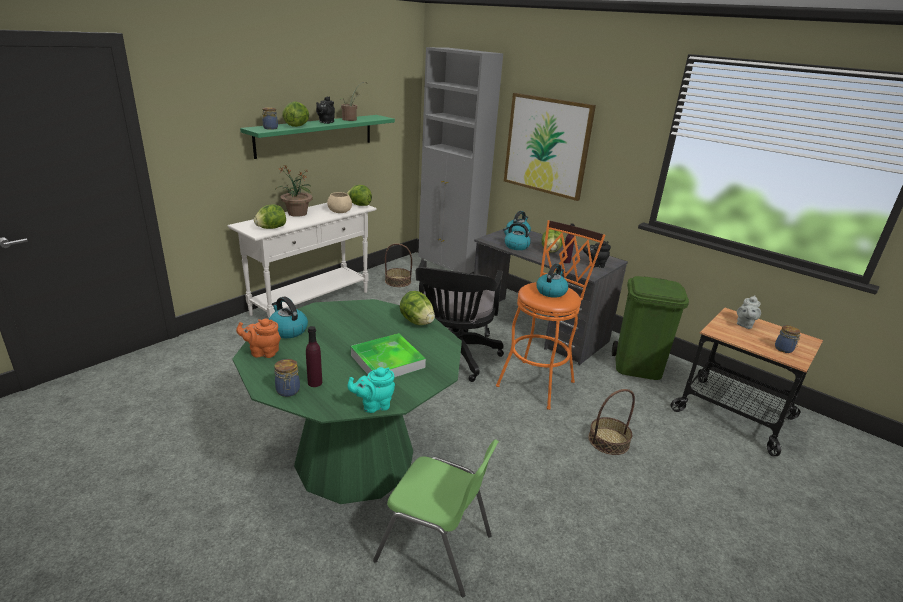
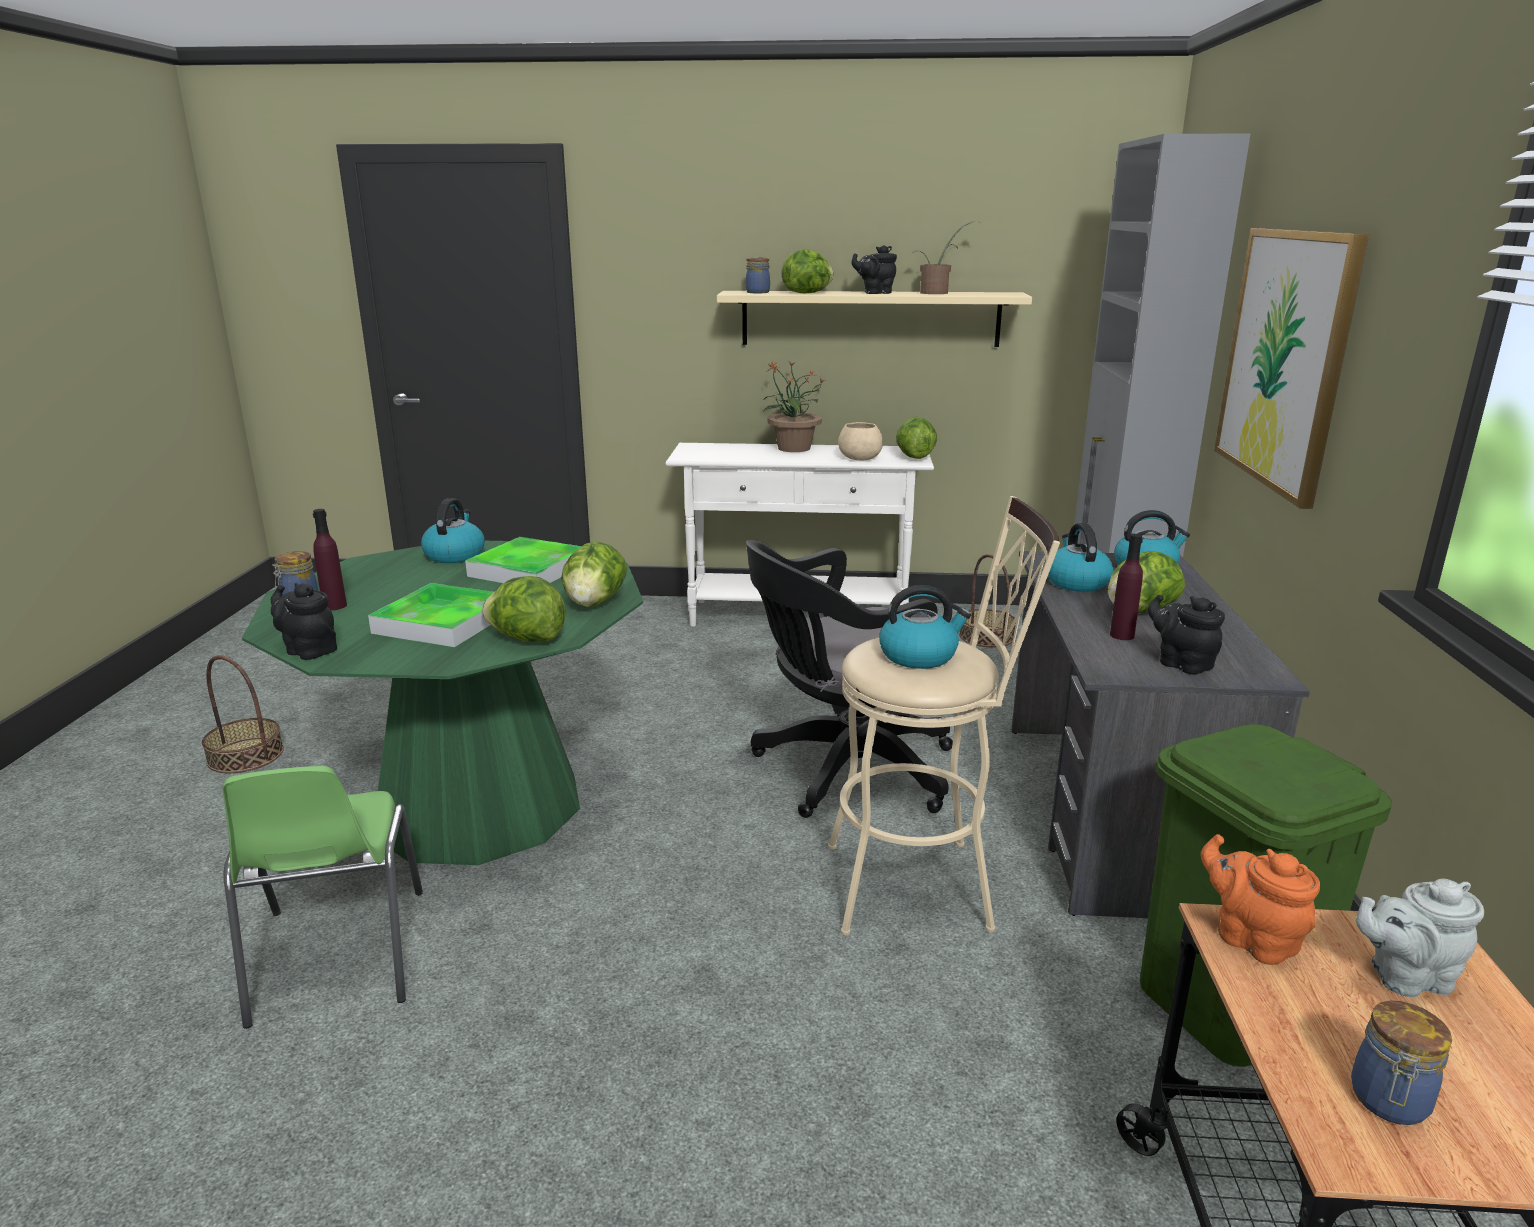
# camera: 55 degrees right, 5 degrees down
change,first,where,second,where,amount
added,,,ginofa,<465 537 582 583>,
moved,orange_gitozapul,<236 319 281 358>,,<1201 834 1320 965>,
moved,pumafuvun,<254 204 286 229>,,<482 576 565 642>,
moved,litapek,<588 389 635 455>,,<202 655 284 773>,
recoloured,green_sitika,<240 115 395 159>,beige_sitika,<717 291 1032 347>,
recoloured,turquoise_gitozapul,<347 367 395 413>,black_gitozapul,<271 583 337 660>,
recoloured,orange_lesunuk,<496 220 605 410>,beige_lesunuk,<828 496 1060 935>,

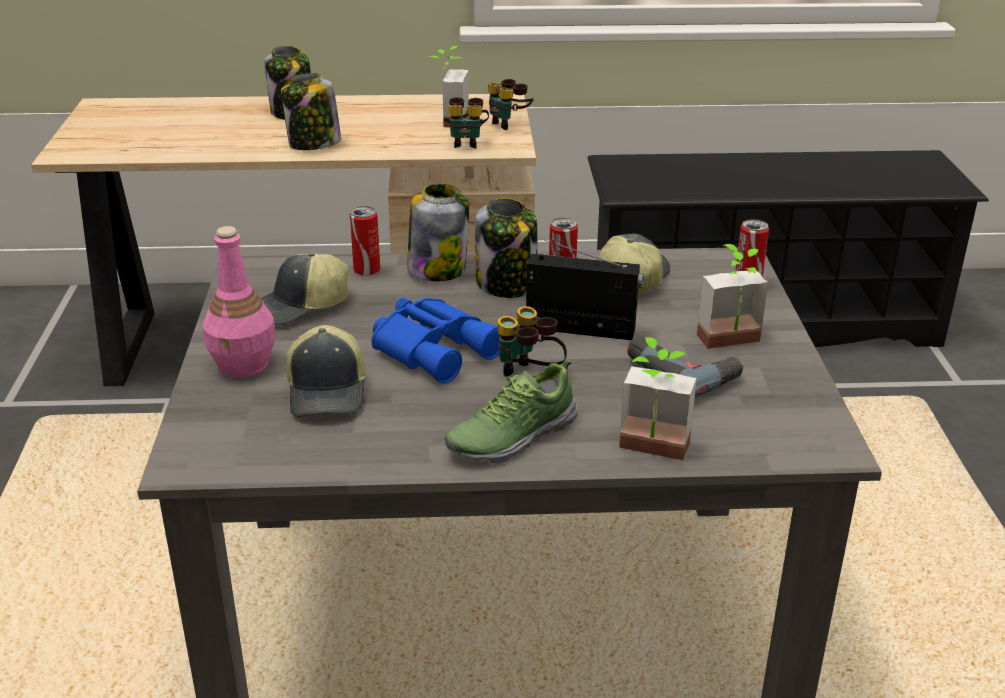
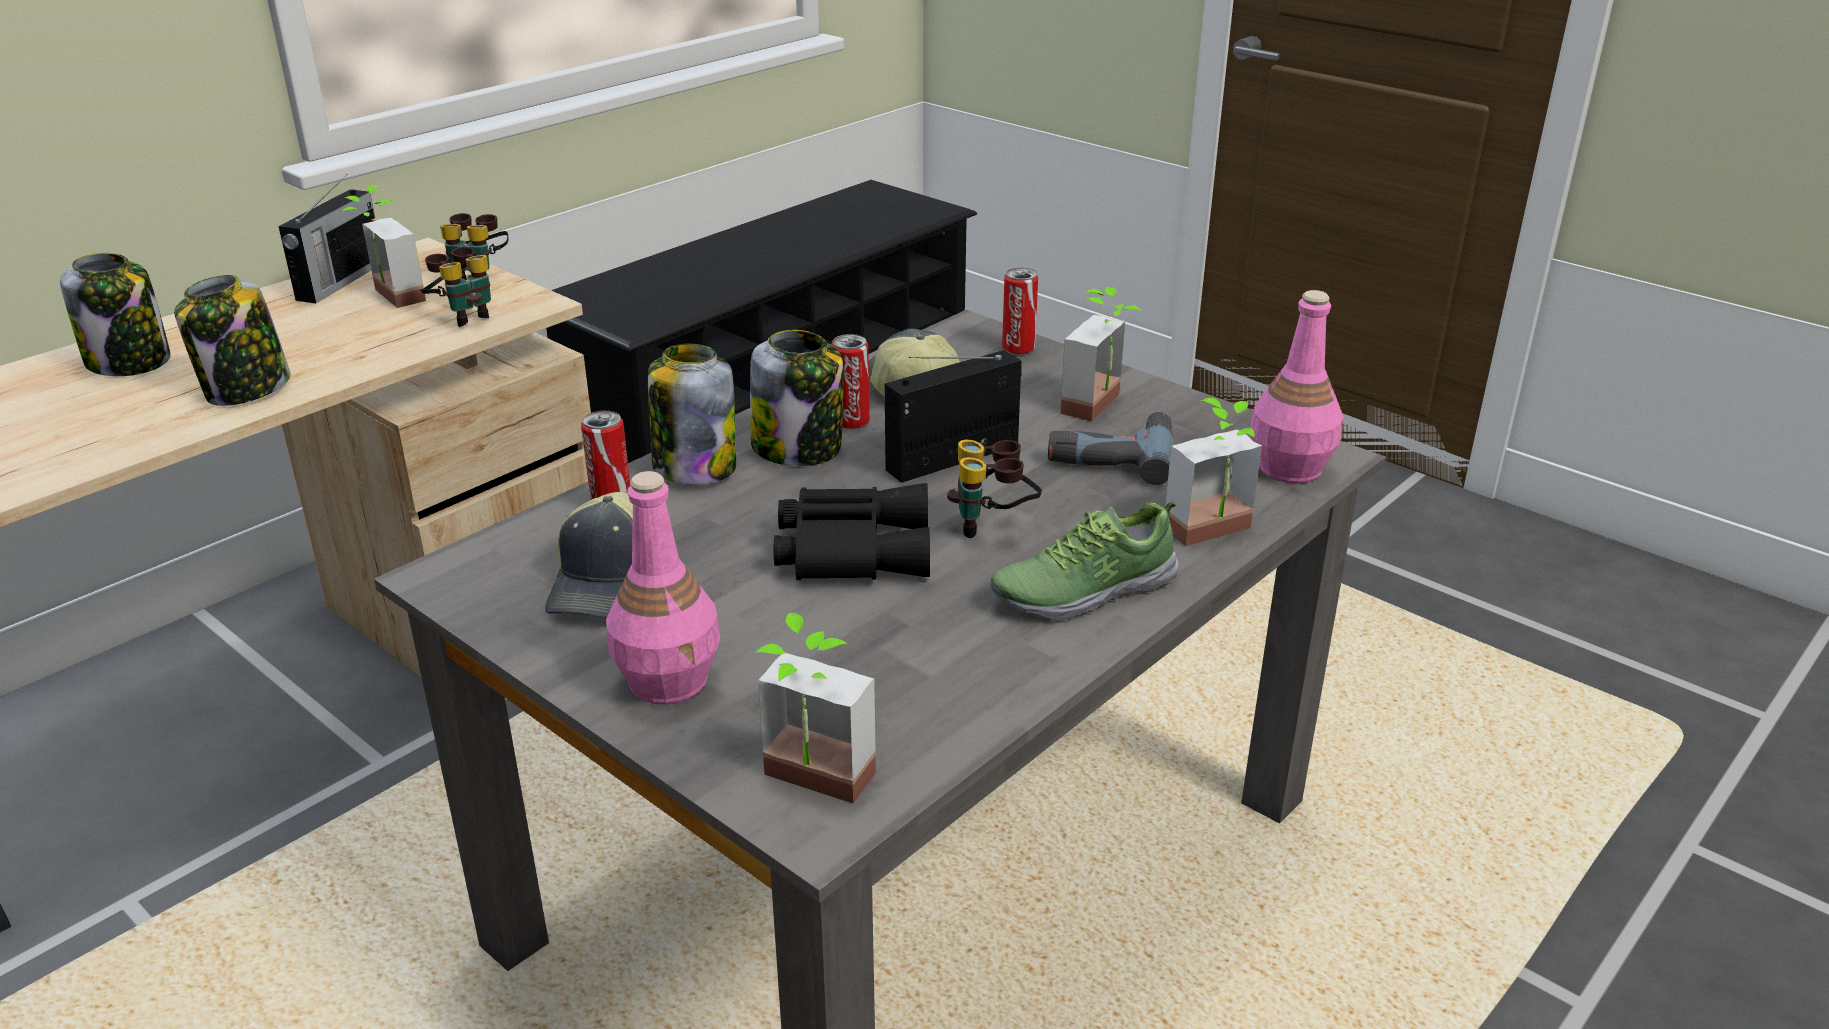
# camera: 45 degrees left, 0 degrees up
change,first,where,second,where,amount
removed,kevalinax,<287 325 366 417>,,,
added,,,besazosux,<278 174 375 303>,
added,,,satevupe,<755 613 876 803>,
added,,,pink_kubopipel,<1250 290 1344 484>,
recoloured,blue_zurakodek,<372 298 500 383>,black_zurakodek,<774 483 930 580>,
turned,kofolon,<445 360 578 463>,,<990 501 1179 620>,60 degrees clockwise

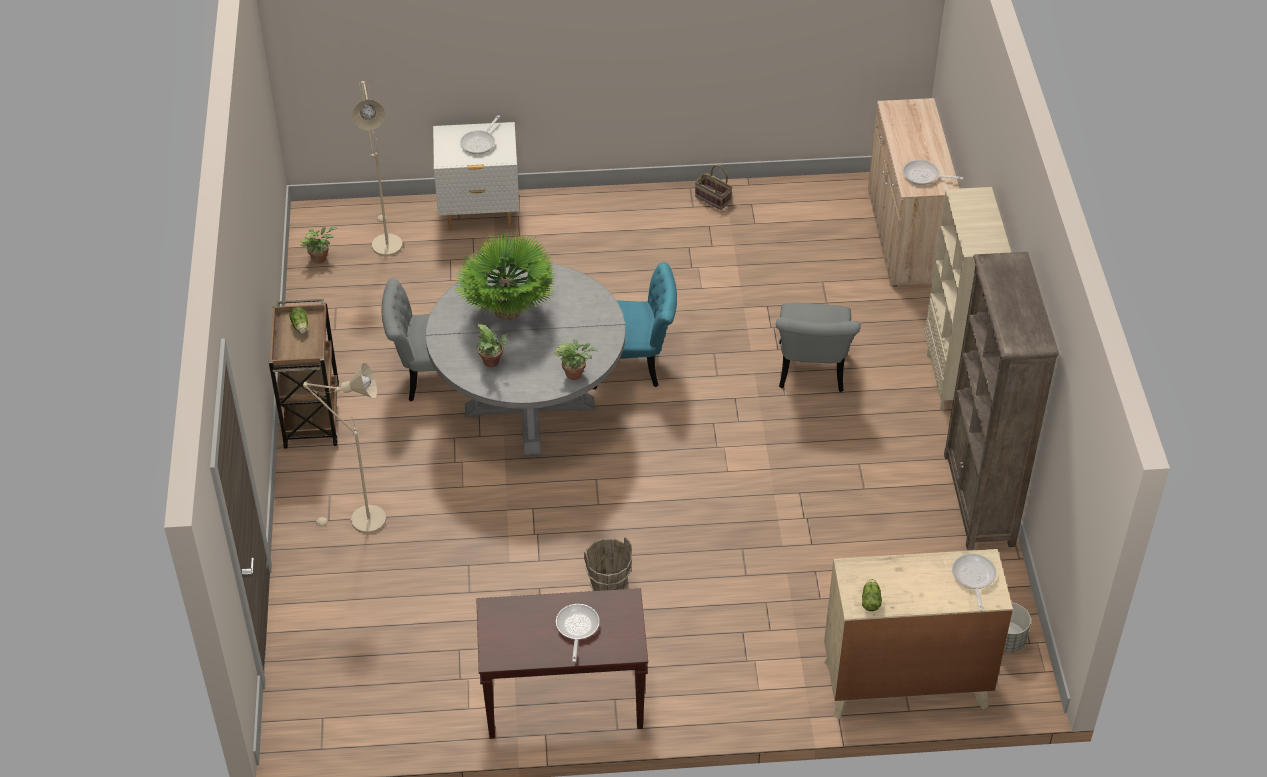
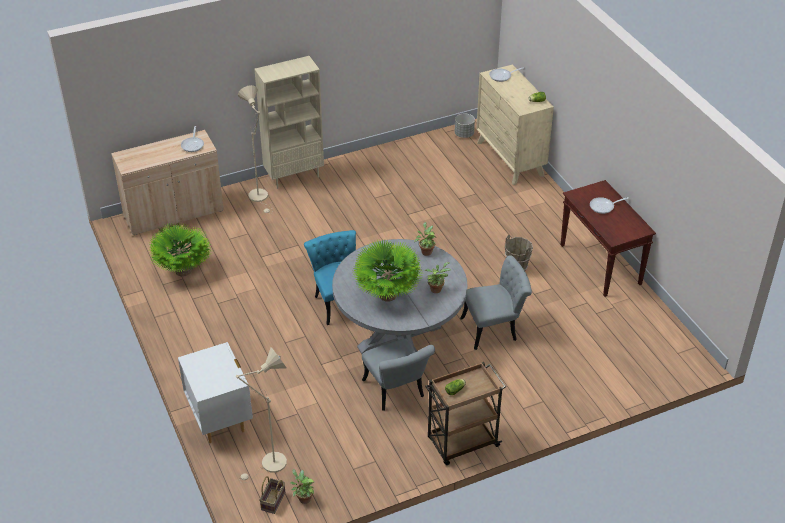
# camera: 110 degrees left, 5 degrees down
change,first,where,second,where,amount
removed,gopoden,<460 115 500 154>,,,
removed,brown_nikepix,<944 252 1059 550>,,,
added,,,satevupe,<148 223 211 277>,
moved,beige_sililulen,<303 363 386 533>,,<238 85 273 214>,
moved,litapek,<695 165 732 210>,,<259 476 285 514>,
moved,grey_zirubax,<776 303 861 392>,,<460 255 532 350>,

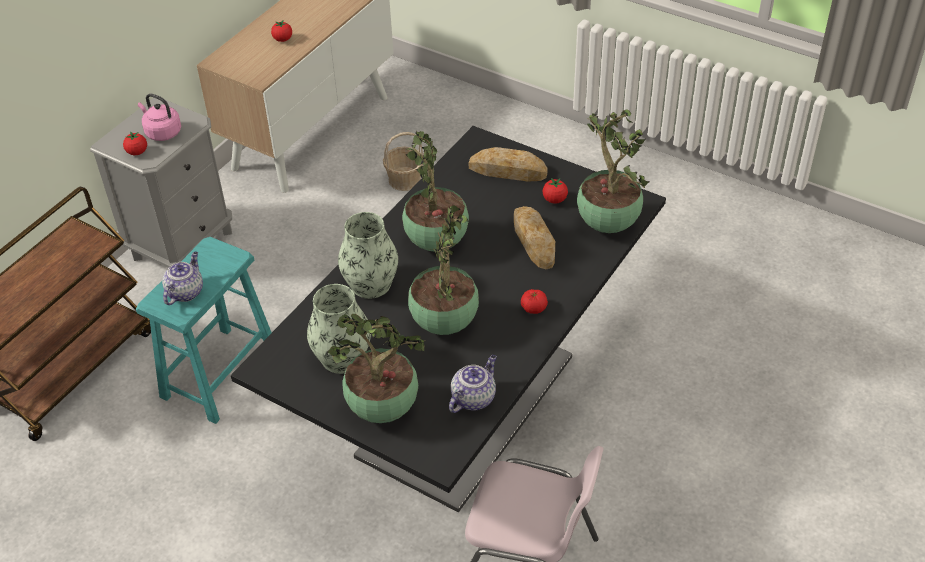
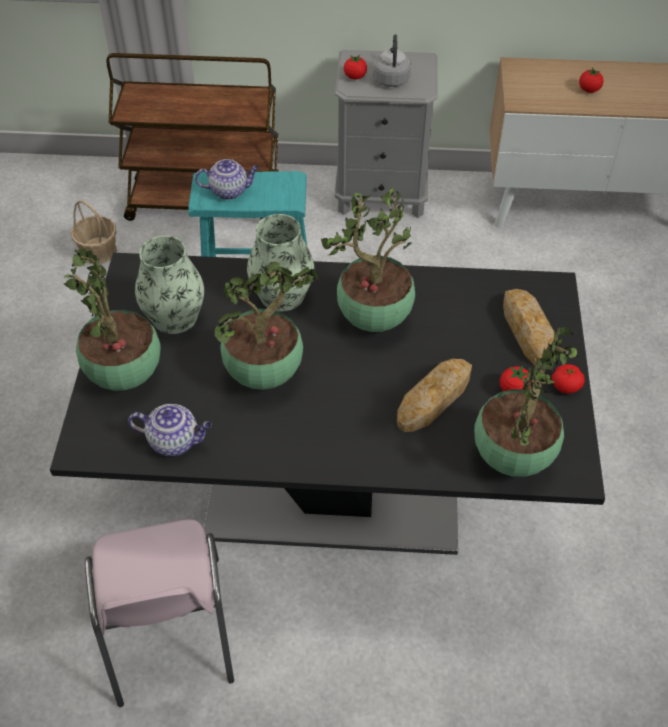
# camera: 60 degrees right, 5 degrees up
change,first,where,second,where,amount
moved,litapek,<383 132 423 191>,,<71 200 117 264>,
moved,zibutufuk,<521 289 548 314>,,<552 364 585 394>,
recoloured,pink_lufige,<138 94 181 141>,grey_lufige,<373 34 411 87>,

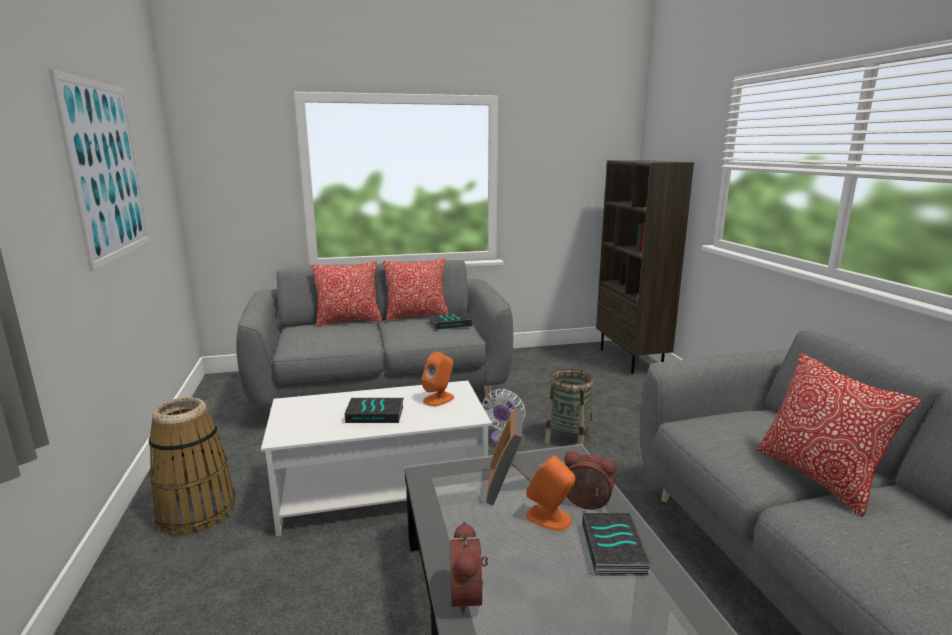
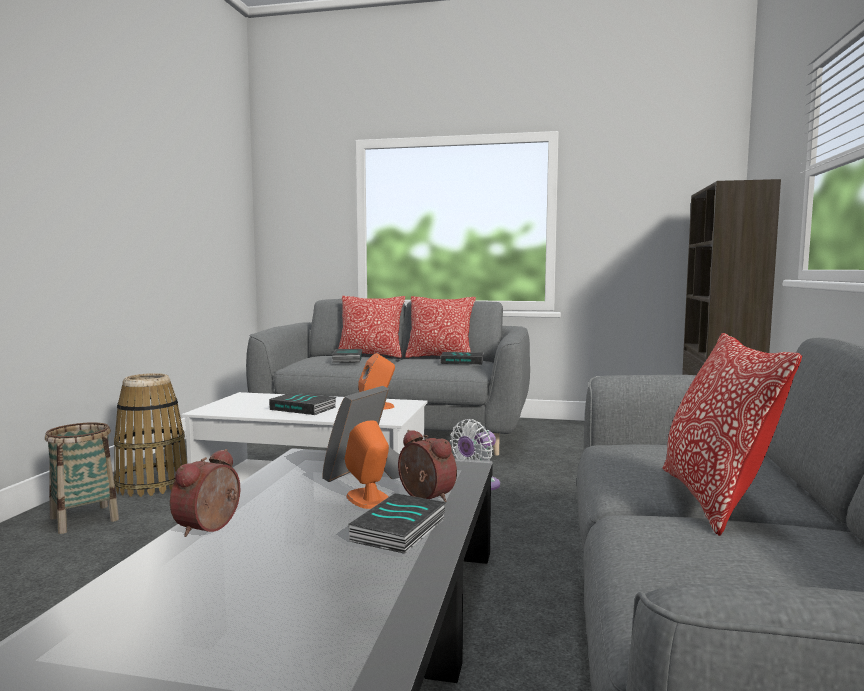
# camera: 25 degrees right, 10 degrees down
change,first,where,second,where,amount
removed,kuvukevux,<49 69 151 271>,,,
added,,,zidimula,<332 349 362 363>,
moved,litapek,<545 369 594 446>,,<45 422 119 534>,

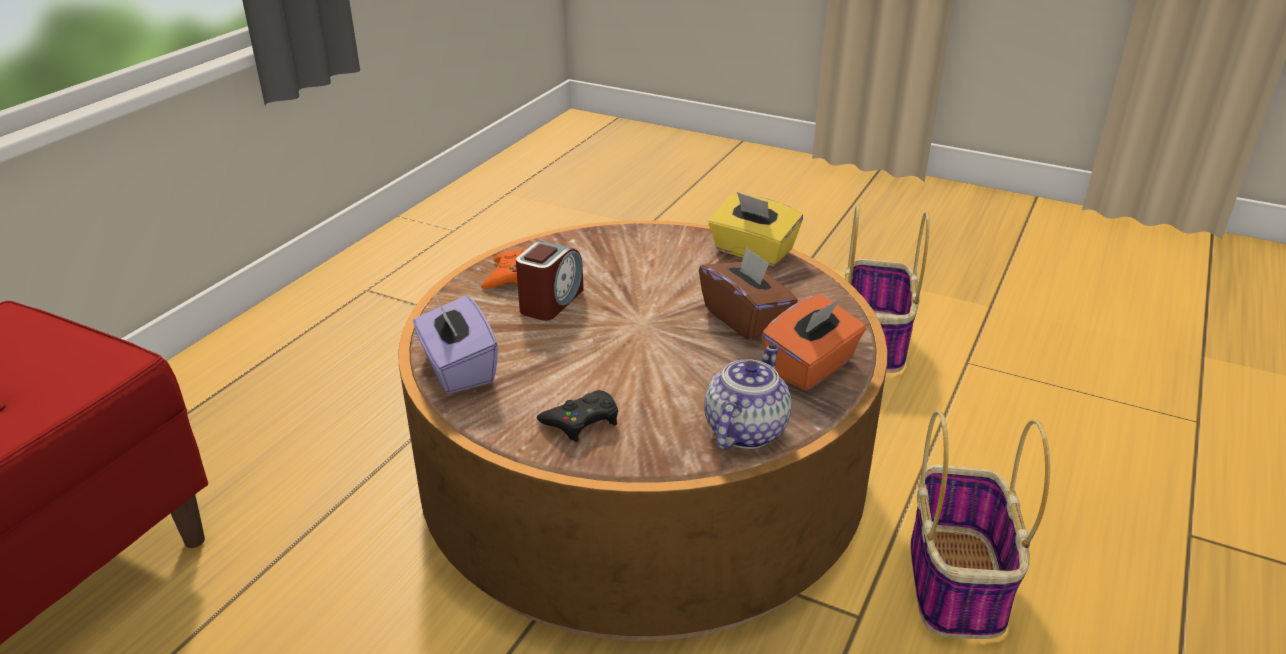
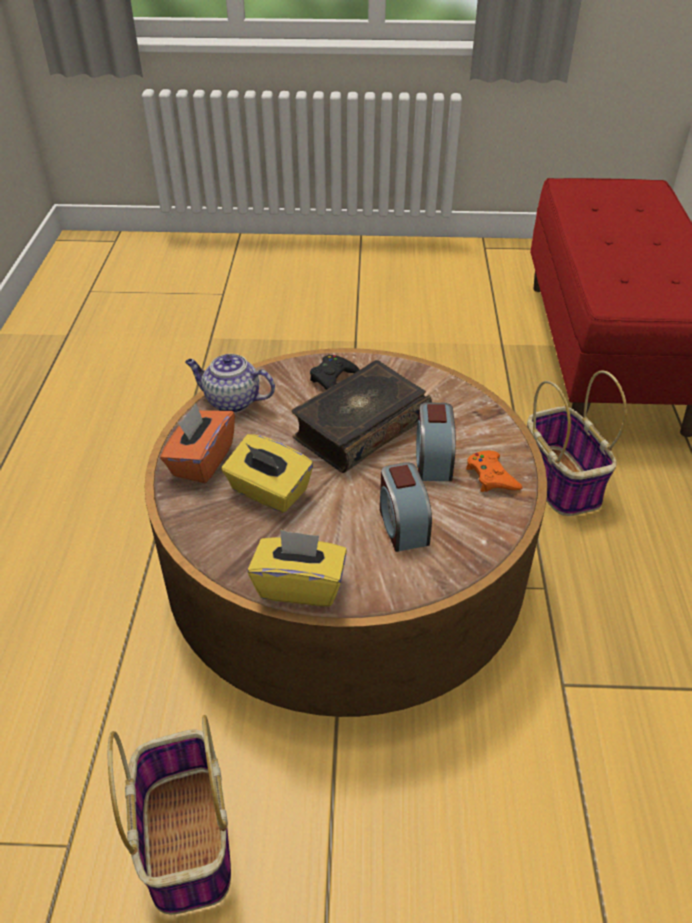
# camera: 155 degrees right, 10 degrees up
change,first,where,second,where,amount
removed,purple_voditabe,<413 296 498 394>,,,
added,,,zidimula,<292 360 432 473>,
added,,,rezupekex,<380 462 432 552>,
moved,litapek,<911 410 1050 639>,,<527 370 627 516>,
recoloured,brown_voditabe,<699 247 798 341>,yellow_voditabe,<222 434 313 513>,
turned,gitozapul,<704 345 792 450>,,<185 354 275 413>,105 degrees clockwise

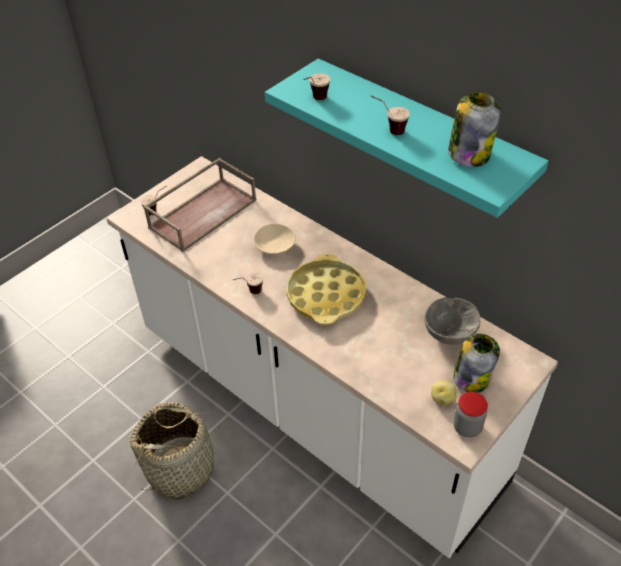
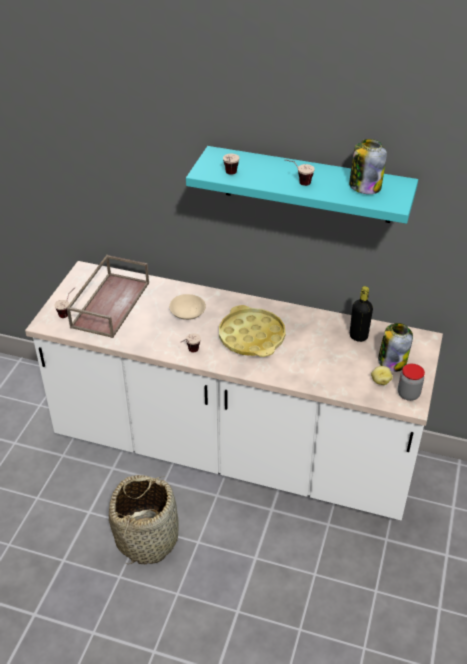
# camera: 25 degrees left, 5 degrees down
change,first,where,second,where,amount
replaced,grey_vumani,<424 297 480 345>,black_kubopipel,<350 286 373 342>,

